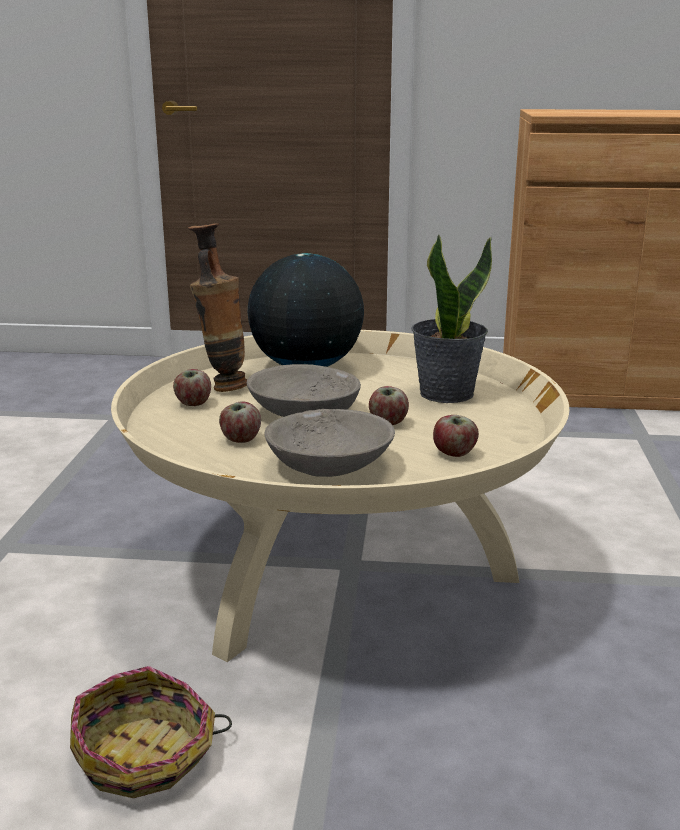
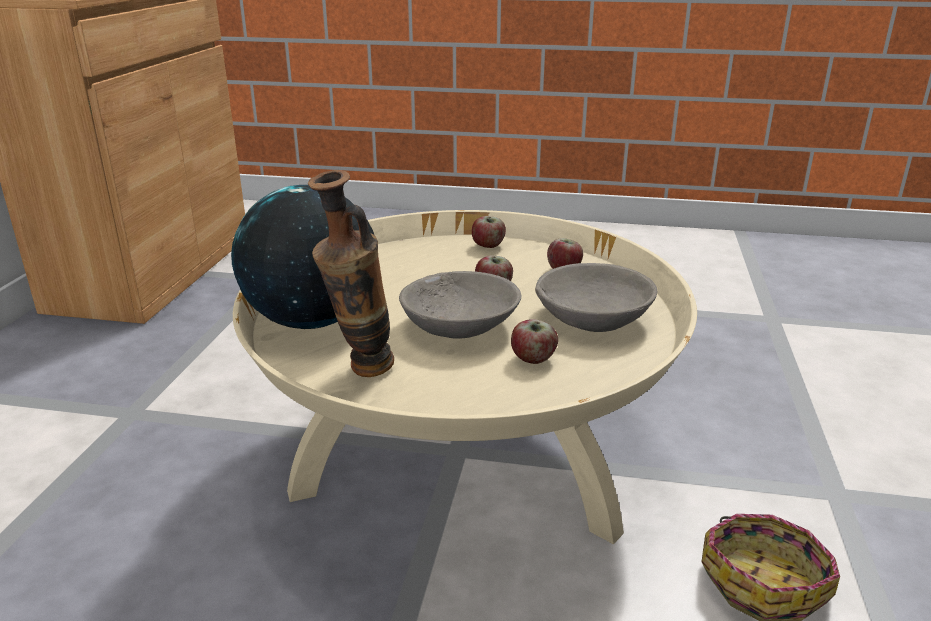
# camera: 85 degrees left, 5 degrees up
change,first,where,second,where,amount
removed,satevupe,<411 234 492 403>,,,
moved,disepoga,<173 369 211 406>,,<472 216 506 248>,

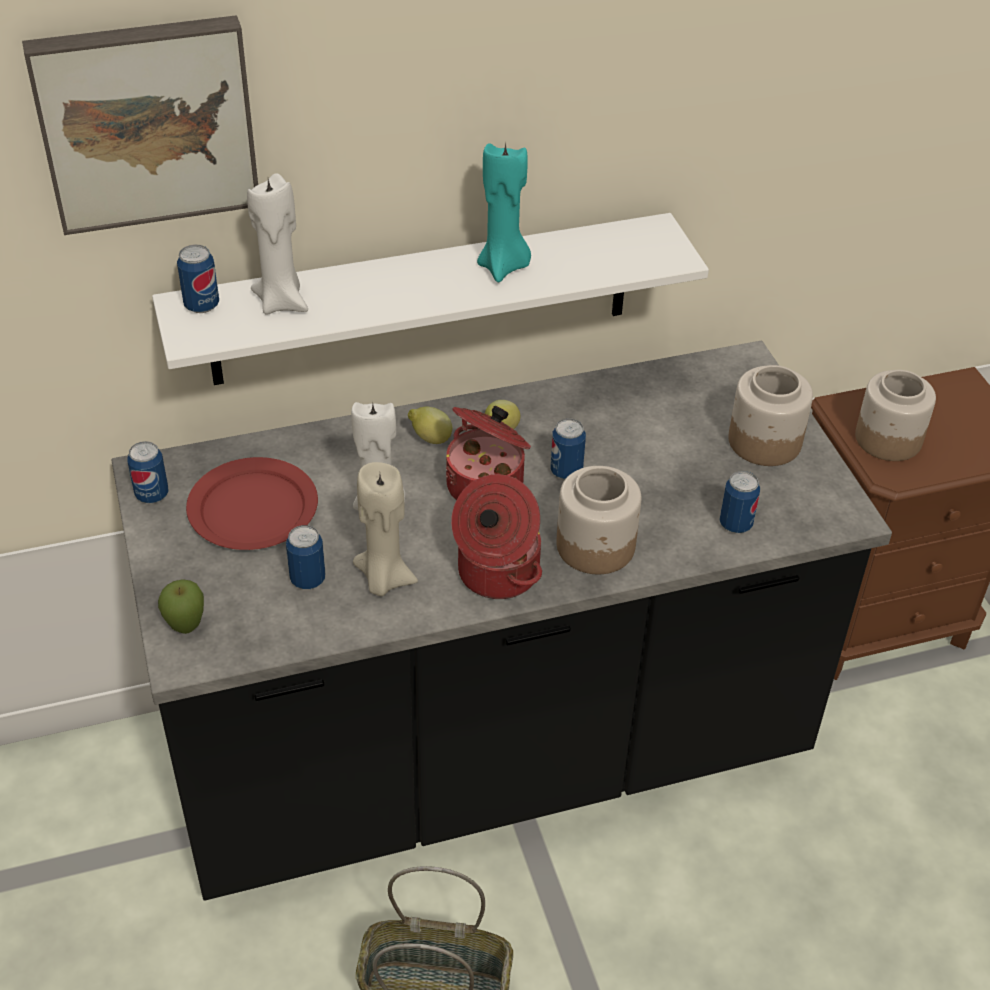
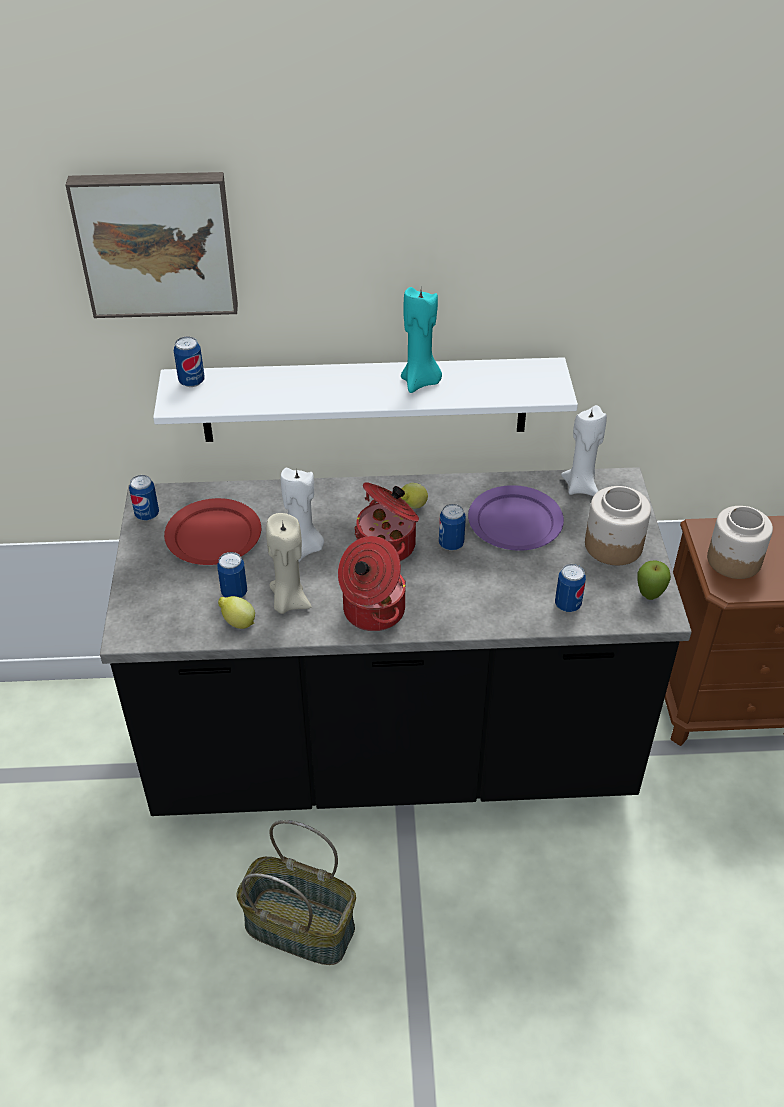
# camera: 15 degrees right, 0 degrees up
change,first,where,second,where,amount
removed,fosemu,<556 466 641 574>,,,
added,,,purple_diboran,<468 485 564 551>,
moved,disepoga,<158 579 204 634>,,<637 560 671 600>,
moved,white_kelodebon,<247 173 308 315>,,<561 405 607 496>,
moved,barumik,<408 406 452 444>,,<218 596 255 629>,

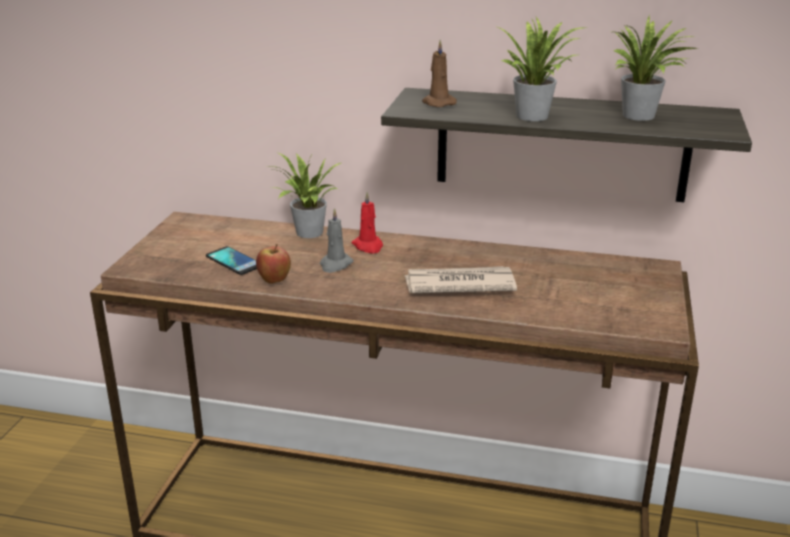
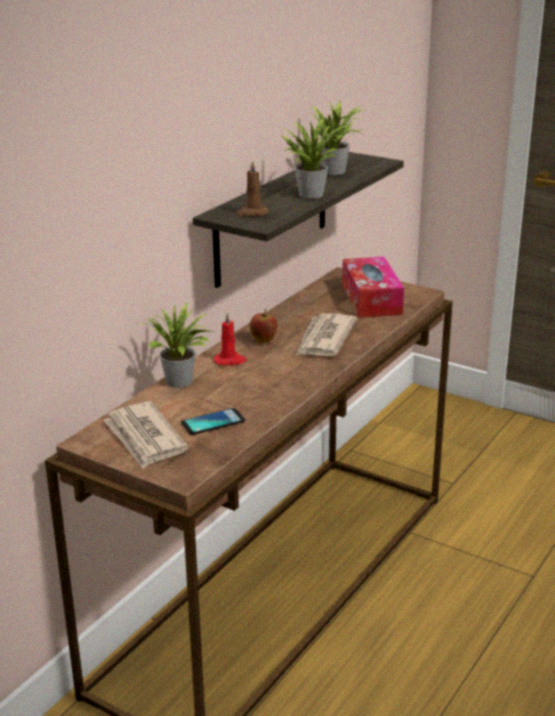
# camera: 70 degrees left, 0 degrees up
change,first,where,second,where,amount
removed,grey_kelodebon,<320 208 353 273>,,,
added,,,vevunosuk,<103 402 188 469>,
added,,,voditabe,<342 257 404 318>,
moved,disepoga,<256 244 291 284>,,<250 309 277 343>,

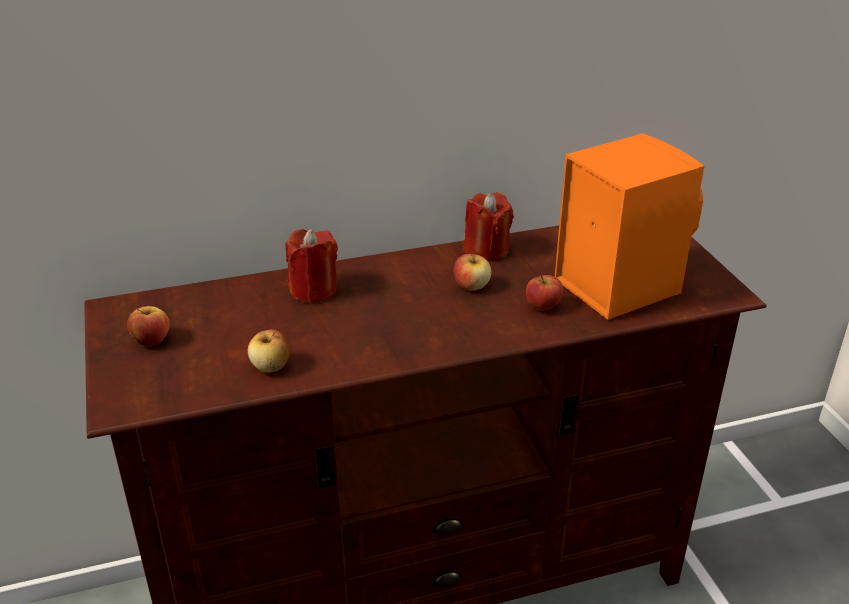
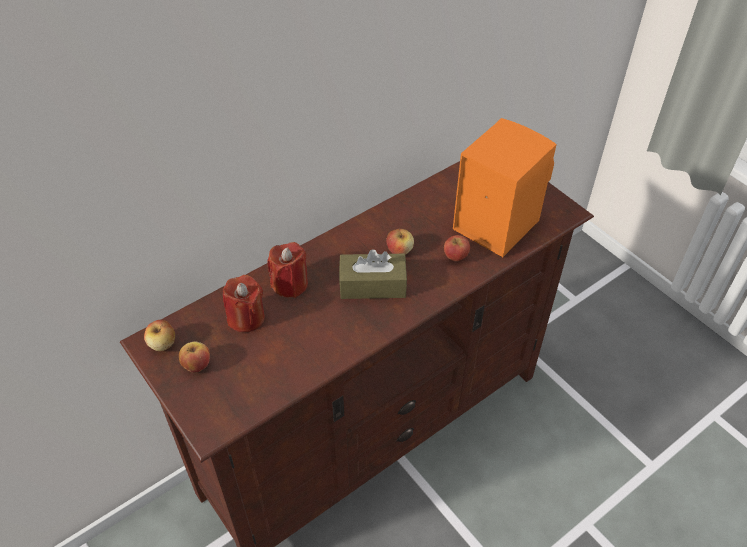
# camera: 20 degrees left, 15 degrees up
change,first,where,second,where,amount
added,,,brown_voditabe,<339 249 407 299>,
moved,disepoga,<248 329 290 373>,,<144 320 175 351>,
moved,red_kelodebon,<464 192 514 261>,,<223 275 265 332>,

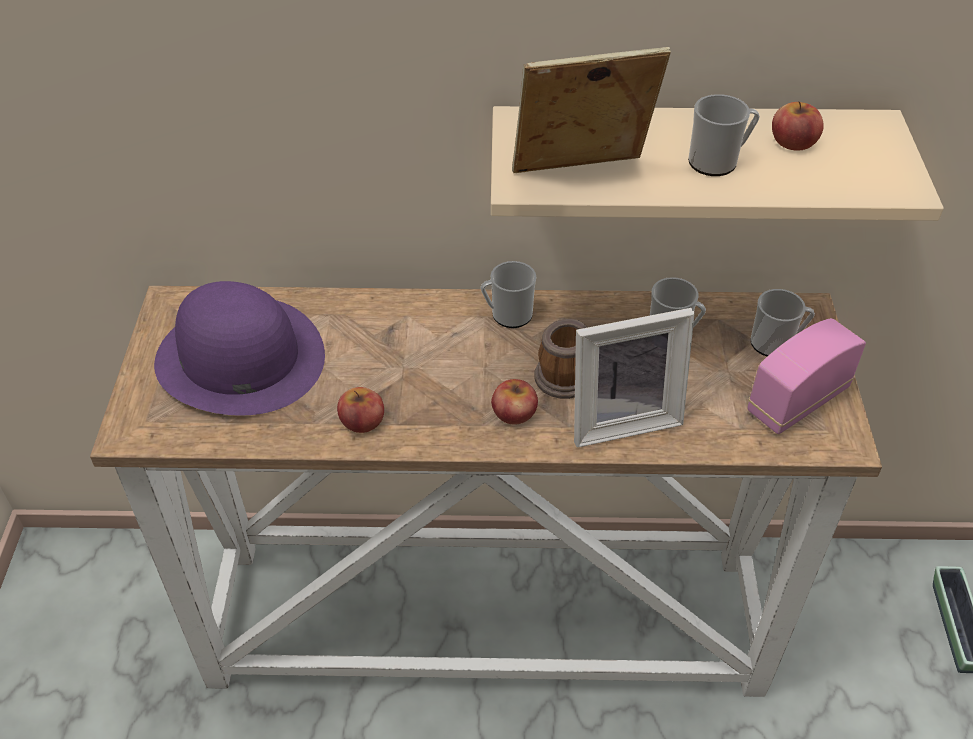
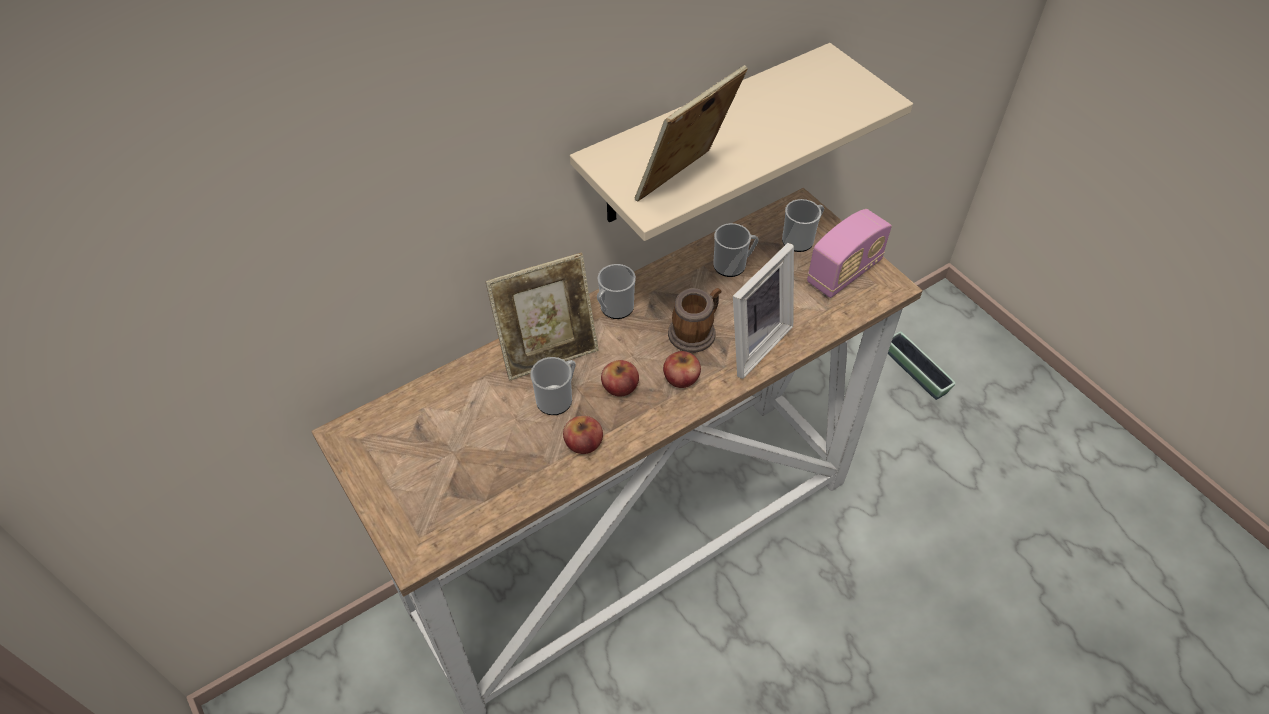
# camera: 35 degrees left, 5 degrees up
change,first,where,second,where,amount
removed,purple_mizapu,<154 281 325 416>,,,
added,,,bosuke,<485 253 599 380>,
moved,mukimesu,<688 94 760 176>,,<530 357 576 415>,
moved,disepoga,<772 101 824 151>,,<601 360 639 397>,
turned,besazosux,<747 318 866 434>,,<807 209 892 298>,150 degrees counterclockwise

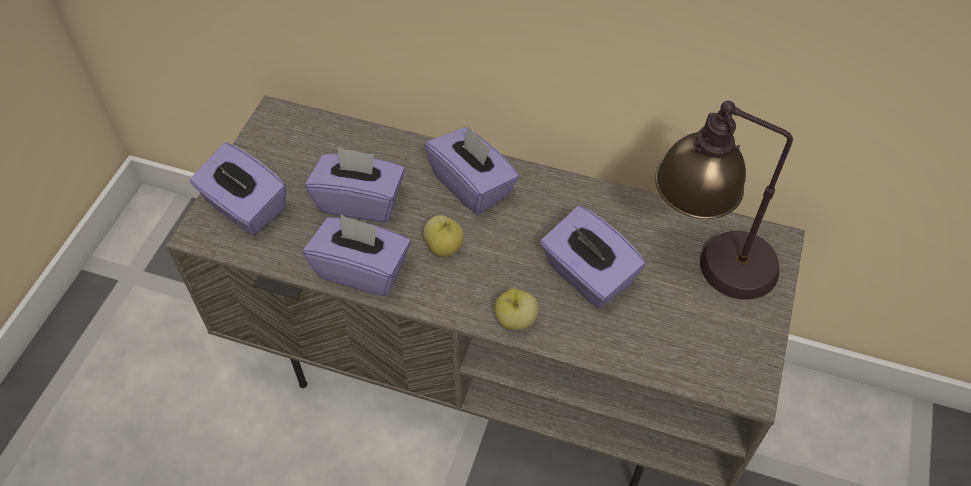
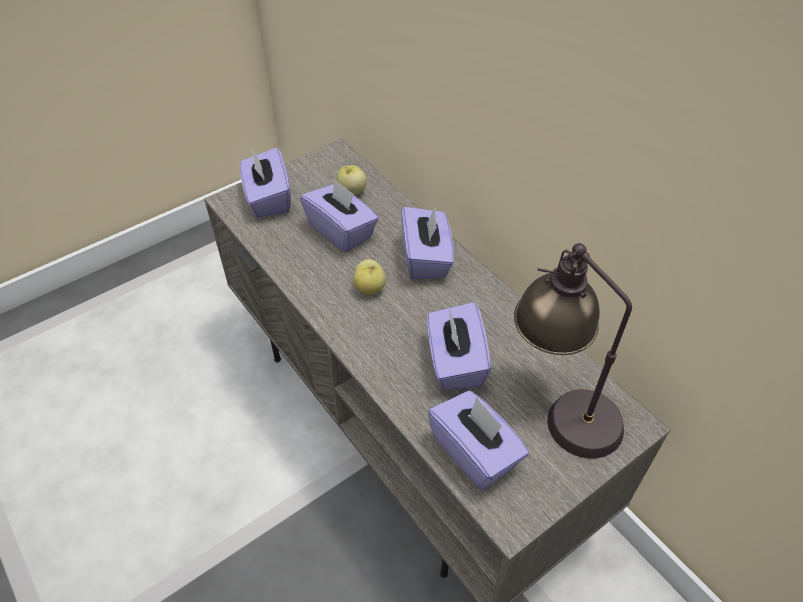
# camera: 35 degrees right, 5 degrees down
change,first,where,second,where,amount
moved,purple_voditabe,<303 214 411 296>,,<428 391 529 490>,
moved,disepoga,<495 288 539 330>,,<337 165 367 195>,

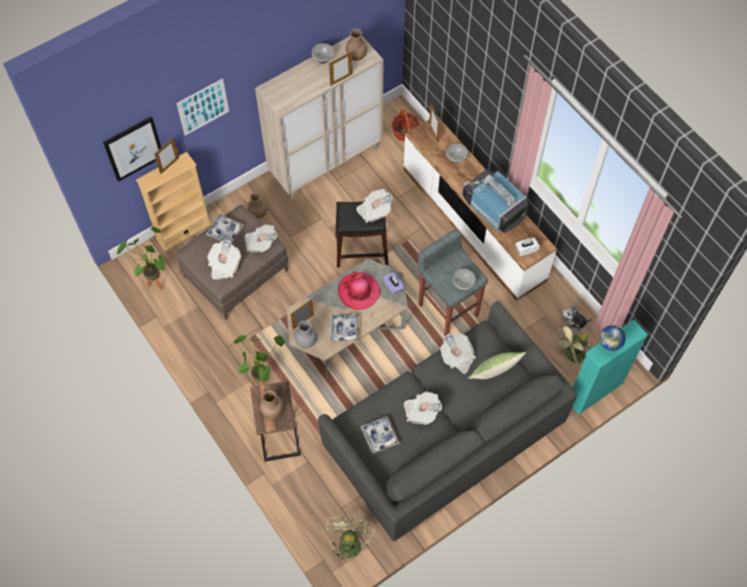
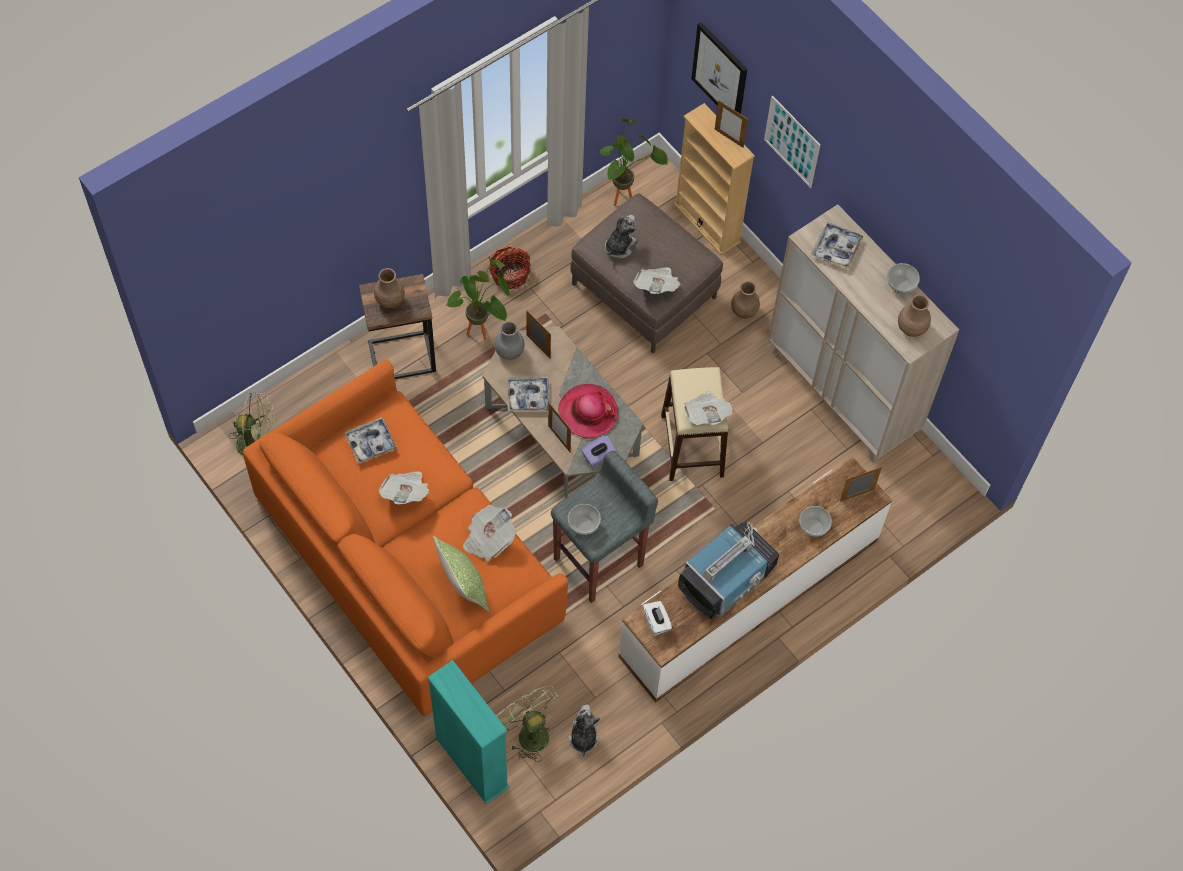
# camera: 85 degrees right, 0 degrees up
change,first,where,second,where,amount
removed,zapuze,<600 325 626 351>,,,
moved,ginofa,<206 214 244 244>,,<811 222 864 269>,
moved,bosuke,<329 51 352 86>,,<548 403 571 452>,
moved,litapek,<392 110 420 141>,,<489 247 531 289>,
replaced,vevunosuk,<207 240 241 280>,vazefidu,<605 215 636 258>,
recoloured,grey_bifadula,<318 301 577 541>,orange_bifadula,<243 359 569 716>,
recoloured,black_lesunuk,<335 202 388 268>,beige_lesunuk,<661 367 728 481>,

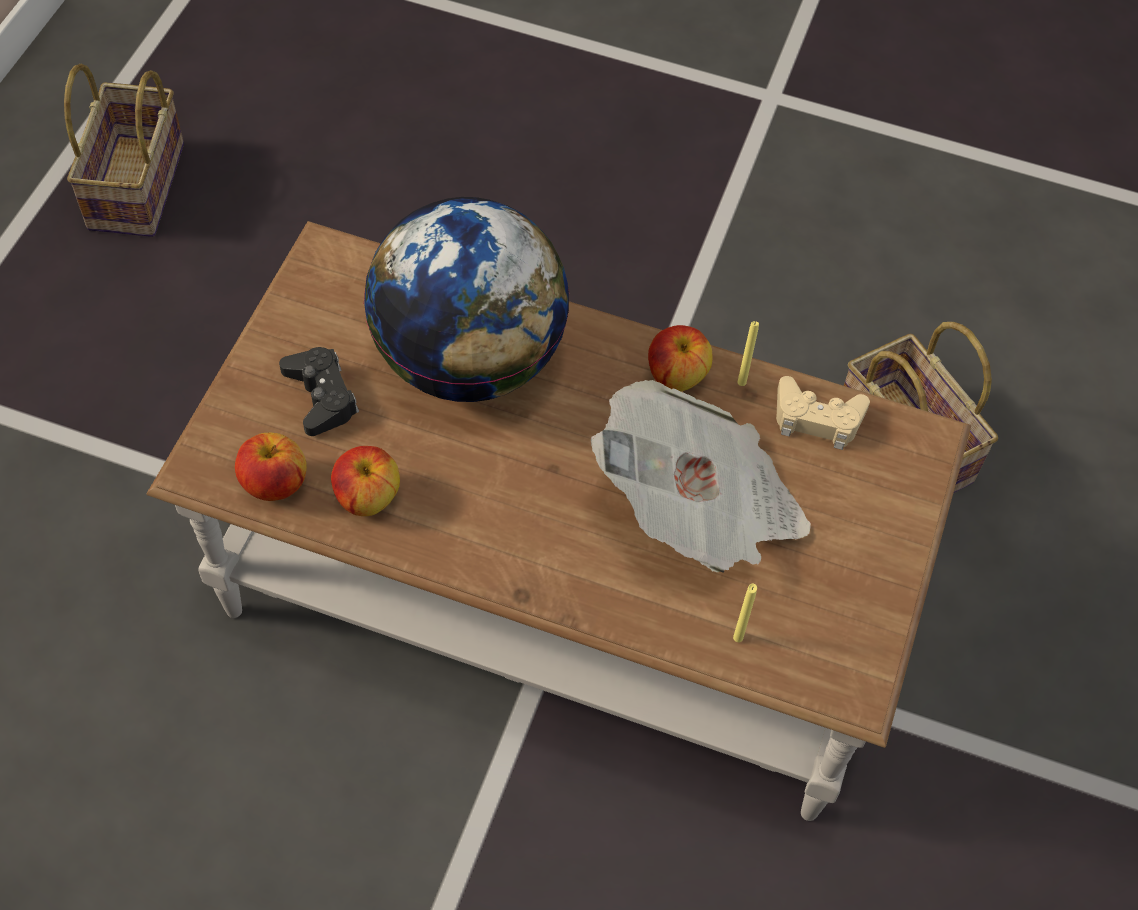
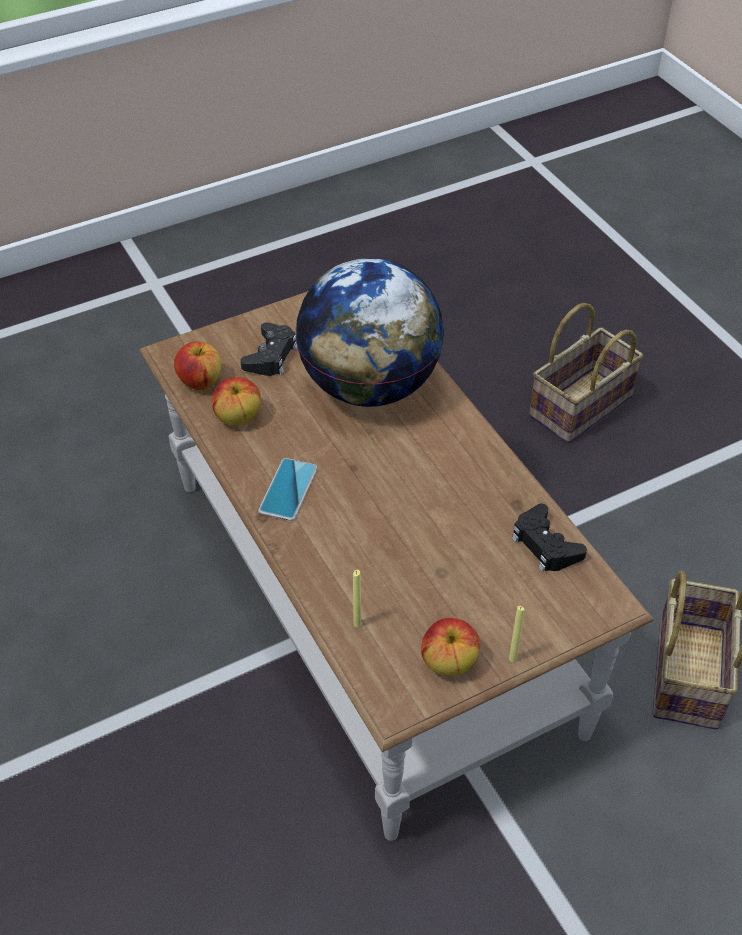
# camera: 45 degrees right, 10 degrees down
change,first,where,second,where,amount
removed,vevunosuk,<591 380 811 573>,,,
added,,,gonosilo,<258 458 317 521>,
moved,litapek,<64 64 184 237>,,<529 303 643 443>,
moved,disepoga,<648 325 712 392>,,<421 618 480 675>,
moved,yellow_kelodebon,<737 321 759 386>,,<509 606 524 662>,
recoloured,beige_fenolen,<776 376 870 450>,black_fenolen,<512 504 587 572>,

